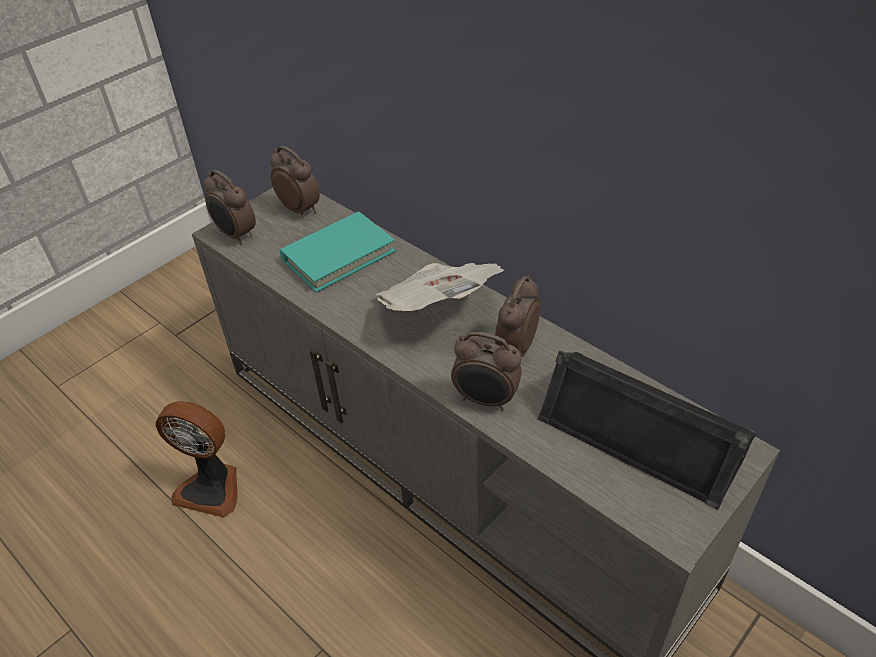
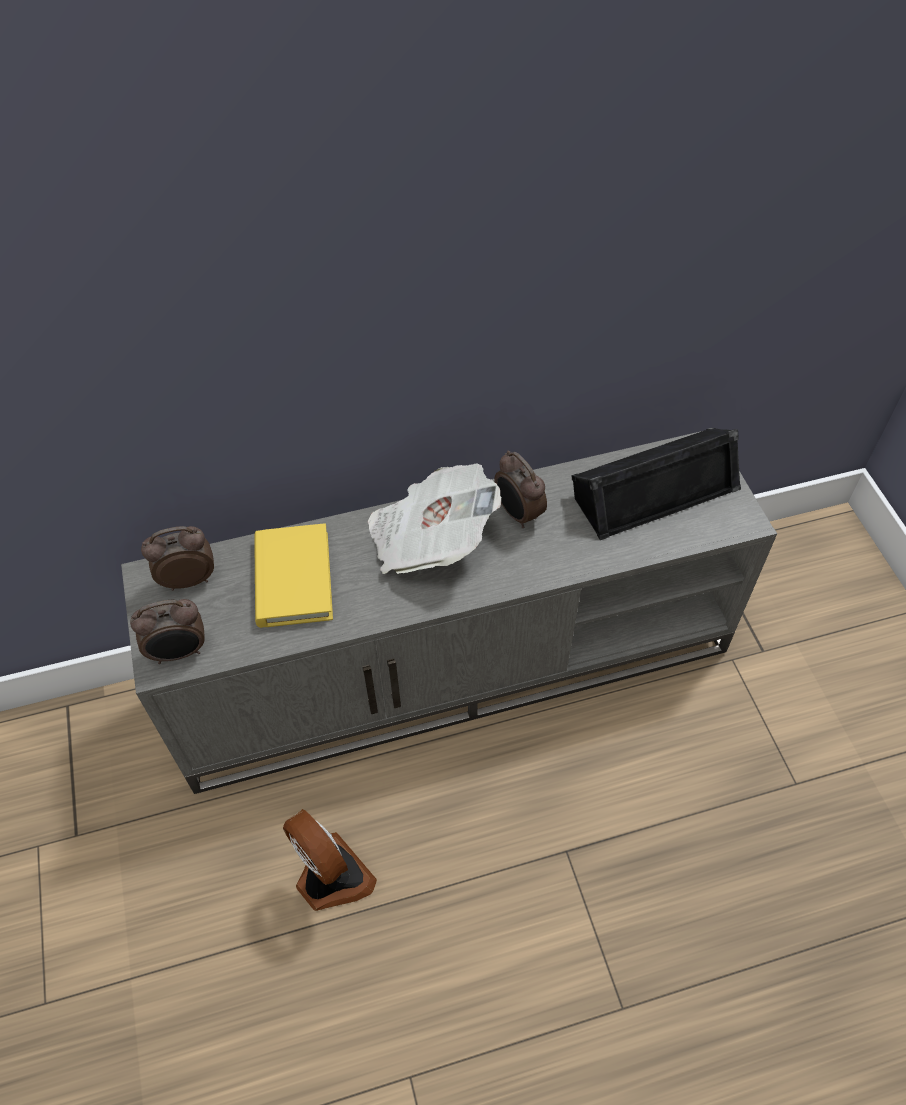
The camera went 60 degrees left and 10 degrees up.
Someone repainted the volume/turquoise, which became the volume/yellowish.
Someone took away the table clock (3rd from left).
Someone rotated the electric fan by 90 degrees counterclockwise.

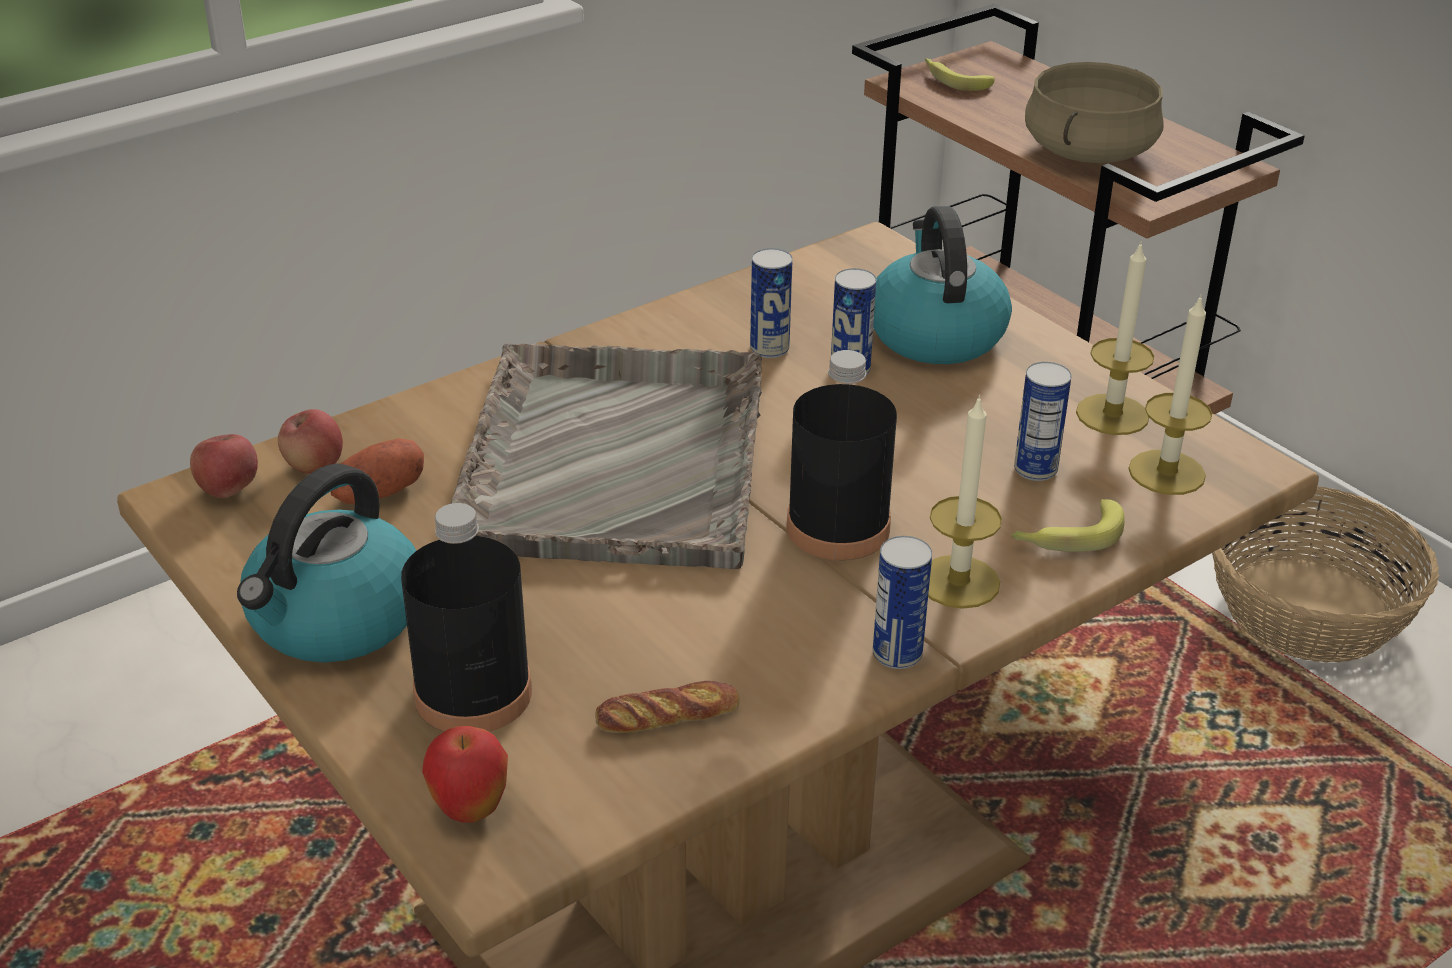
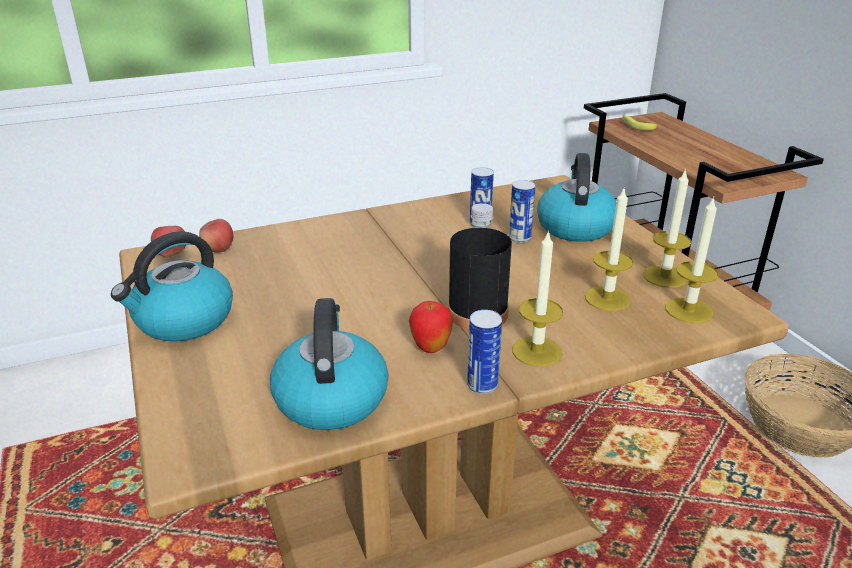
The camera went 15 degrees right and 5 degrees down.
Someone took away the stockpot/sand-coloured.
Someone took away the tray/gray.
Someone swapped the can (4th from left) for the candle (2nd from left).
Someone took away the whole potato.
Someone took away the banana (2nd from left).
Someone took away the beverage bottle/blackish (1st from left).
Someone swapped the baked bread for the water kettle (2nd from left).
Someone carried the whole apple (3rd from left).

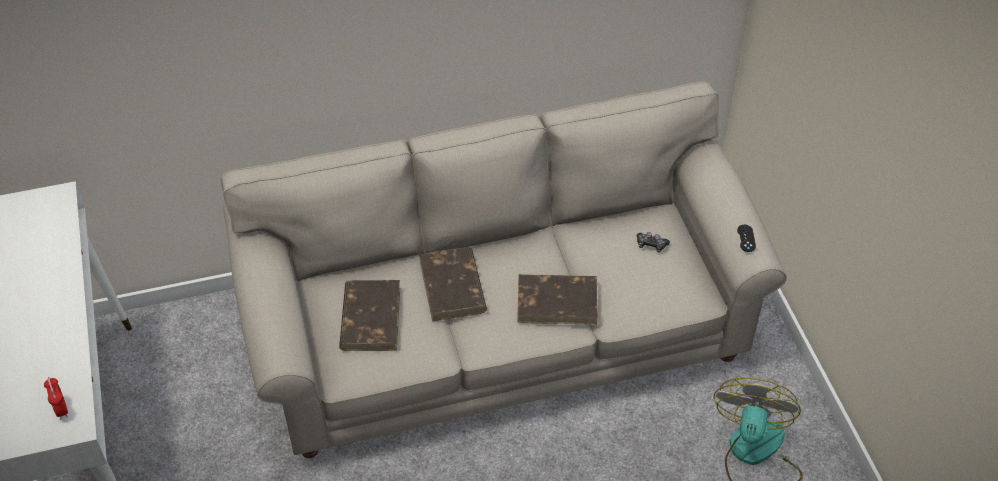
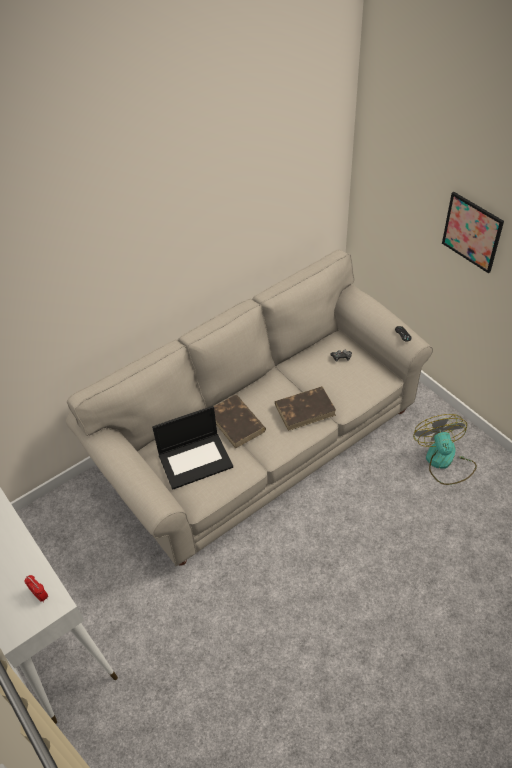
The camera went 20 degrees left and 0 degrees up.
Someone swapped the volume/brownish (1st from left) for the portable computer.
Someone put up the picture.

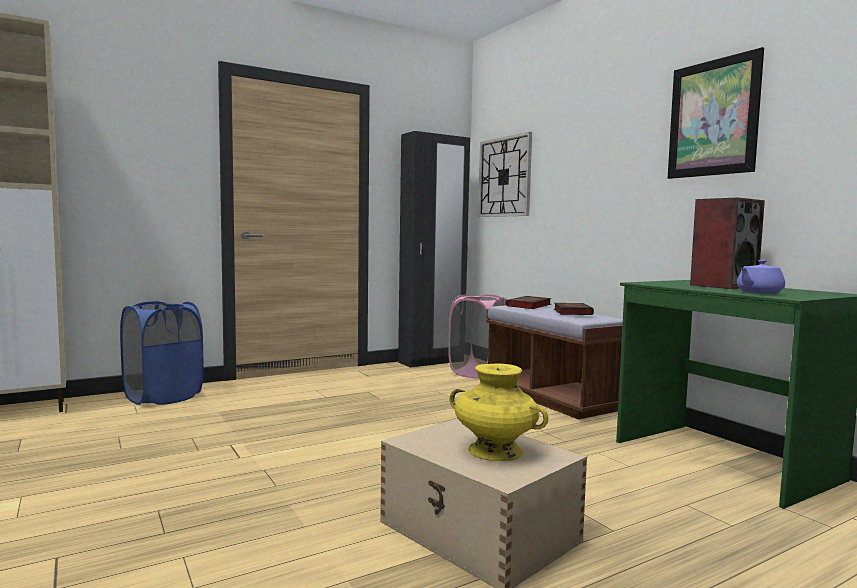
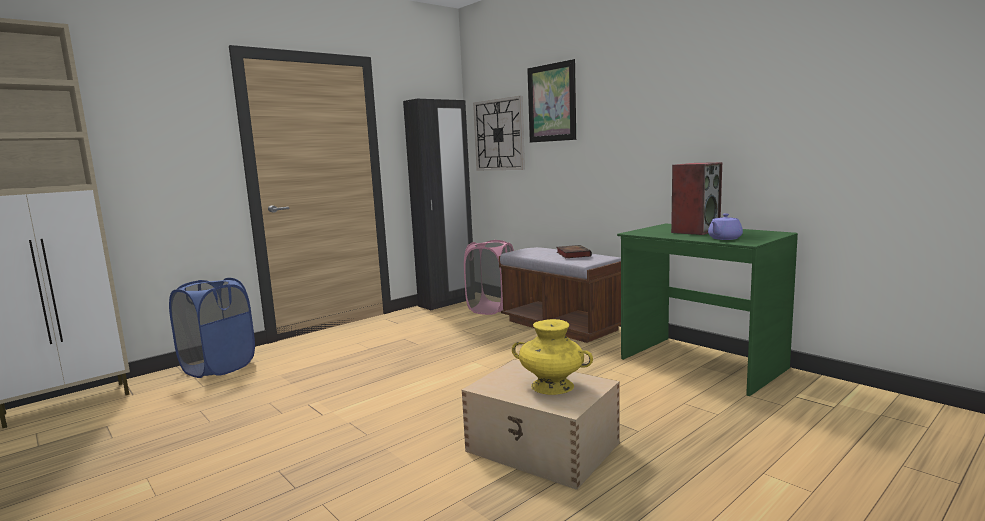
The camera went 10 degrees left and 5 degrees up.
Someone carried the picture.
Someone took away the volume (1st from left).

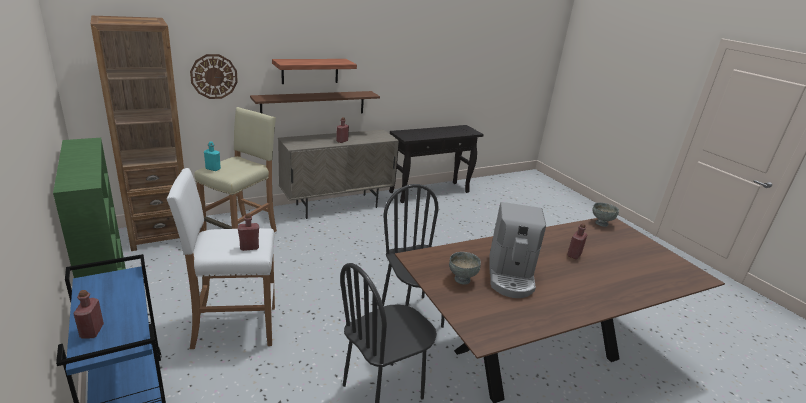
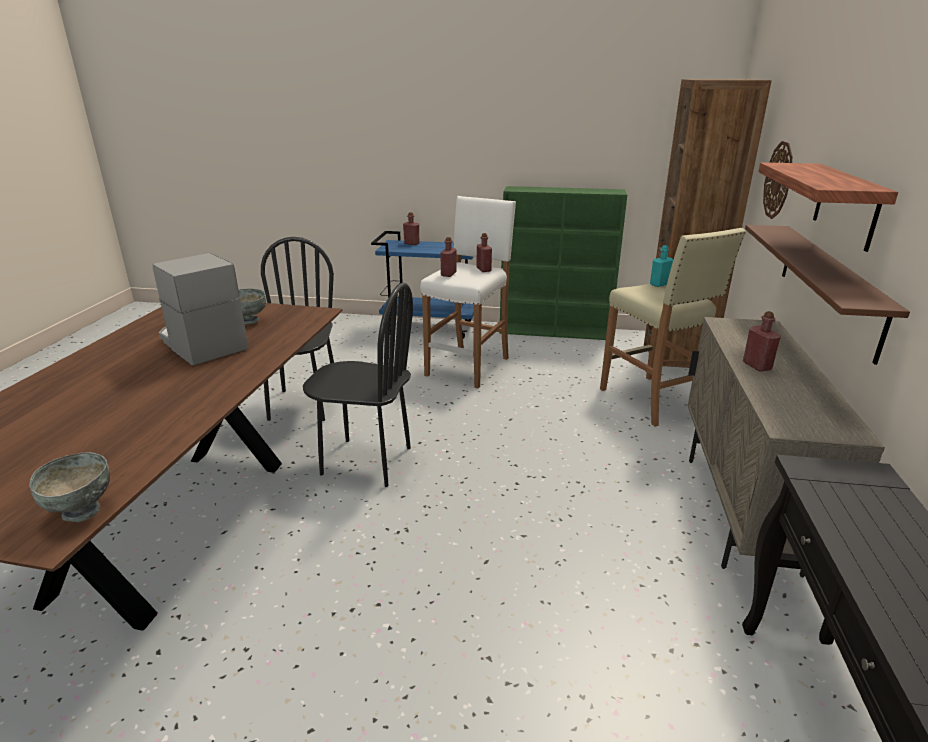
The camera went 130 degrees right and 0 degrees up.
Someone carried the beverage bottle/reddish (4th from left in the first image).

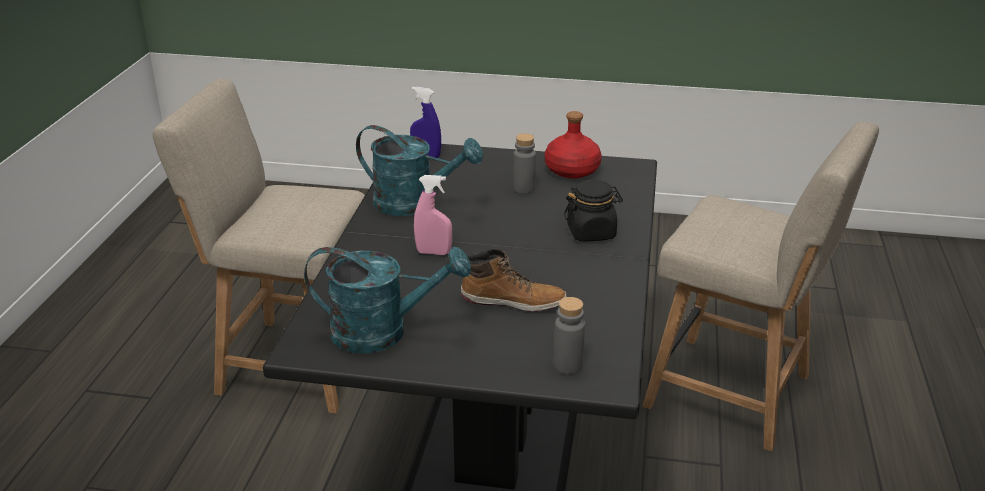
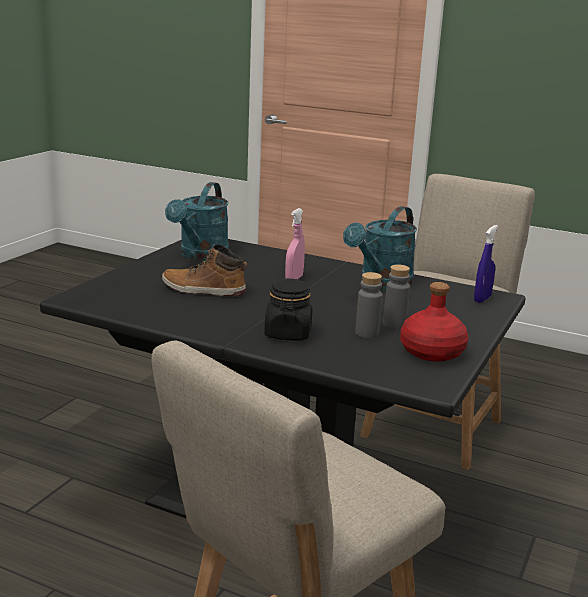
The camera went 105 degrees right and 10 degrees down.
Someone rotated the high-top boot by 75 degrees clockwise.
Someone carried the beverage bottle/gray (2nd from left in the first image).

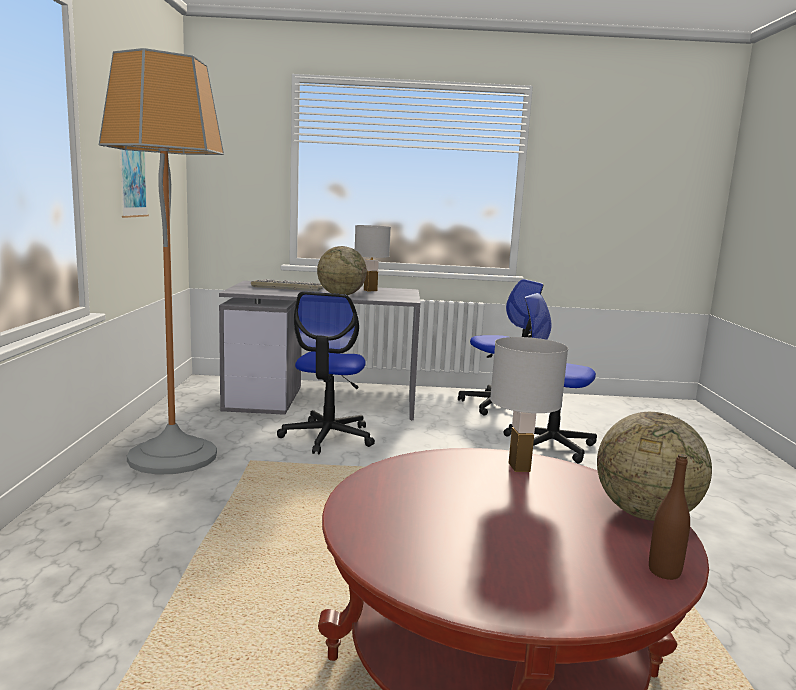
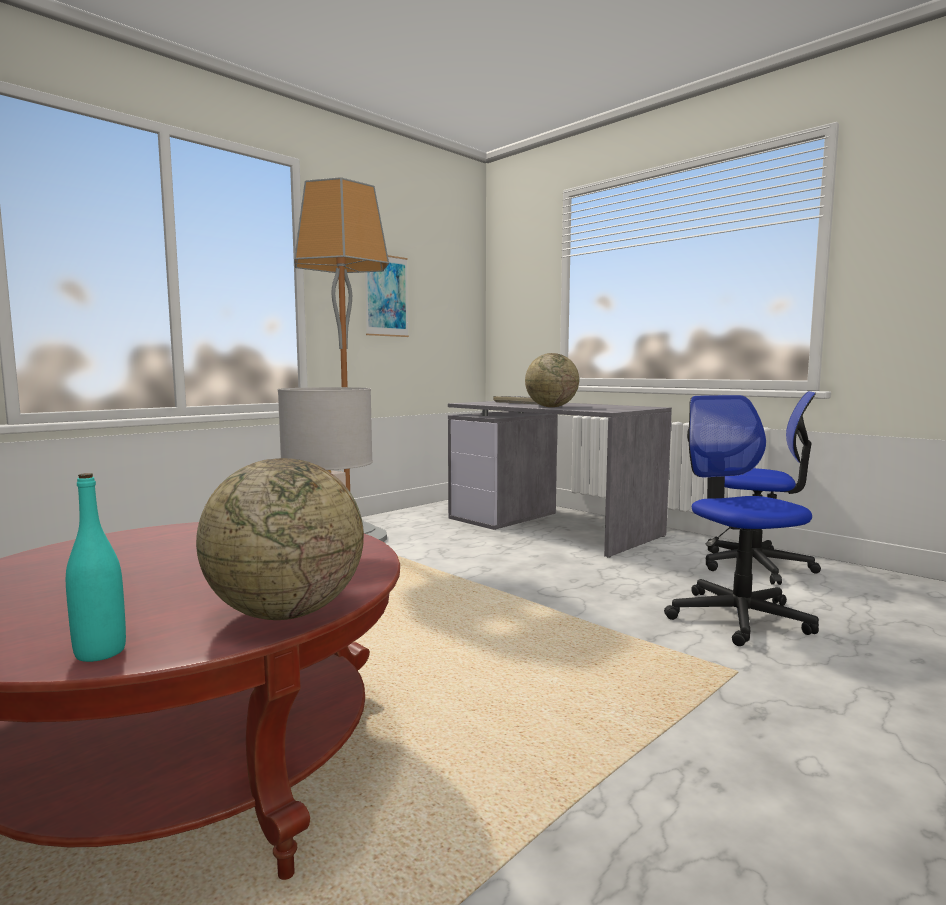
The camera went 45 degrees right and 5 degrees down.
Someone took away the tabletop lamp/white-coloured (1st from left).
Someone took away the computer chair (1st from left).
Someone repainted the beverage bottle/brownish, which became the beverage bottle/turquoise.

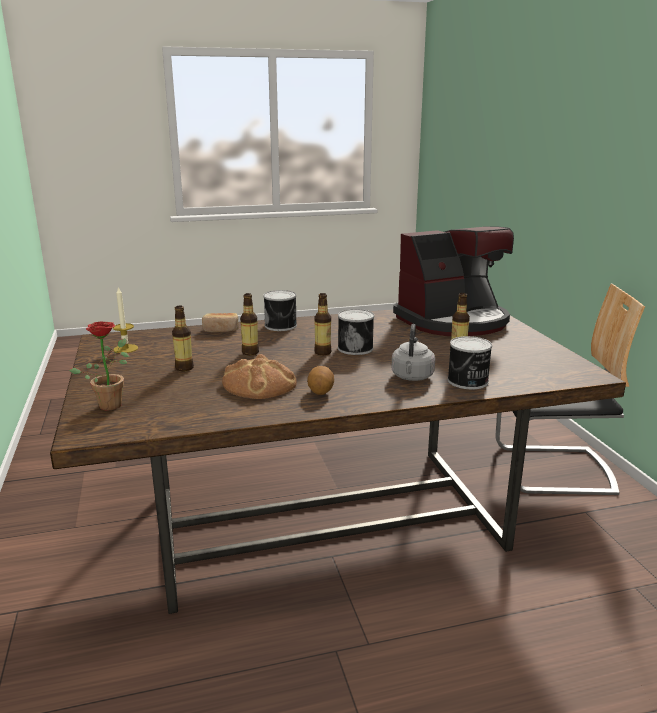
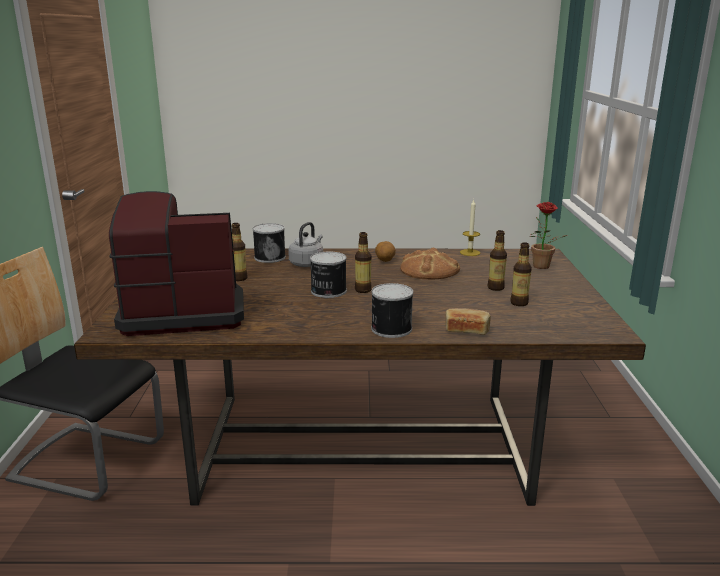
The camera went 165 degrees left and 0 degrees up.
Someone carried the candle.
Someone carried the beverage bottle (2nd from left in the first image).

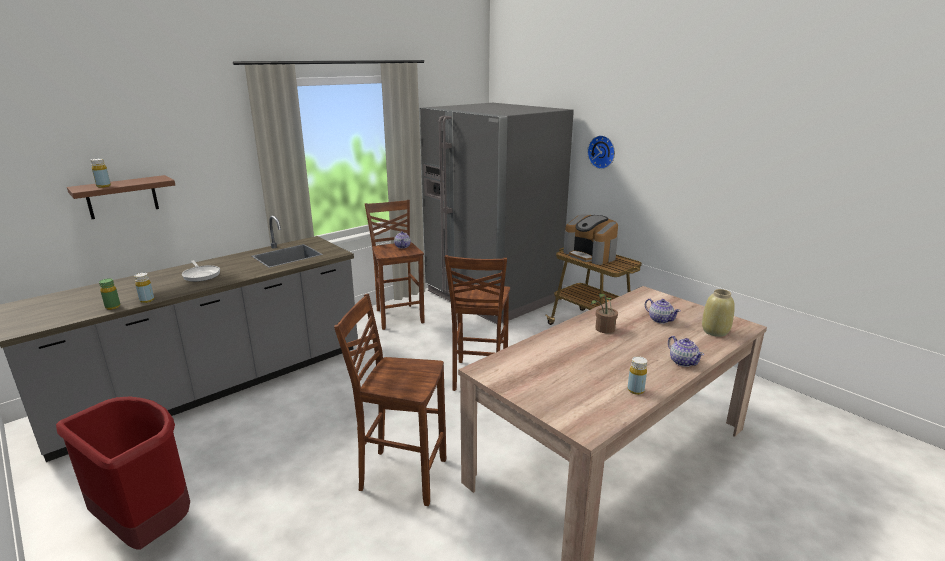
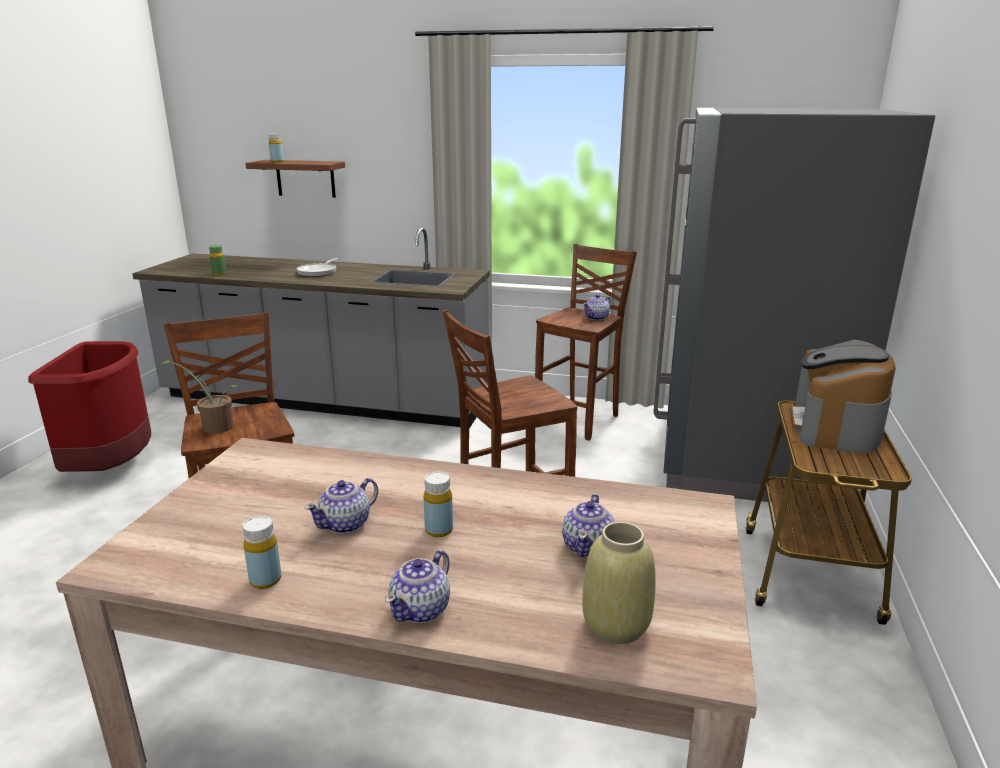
The camera went 55 degrees right and 0 degrees up.
Someone took away the hanging clock.
Someone carried the beverage bottle/yellowish (2nd from left in the first image).
Someone carried the houseplant.
Someone put down the pot for tea (1st from left).

